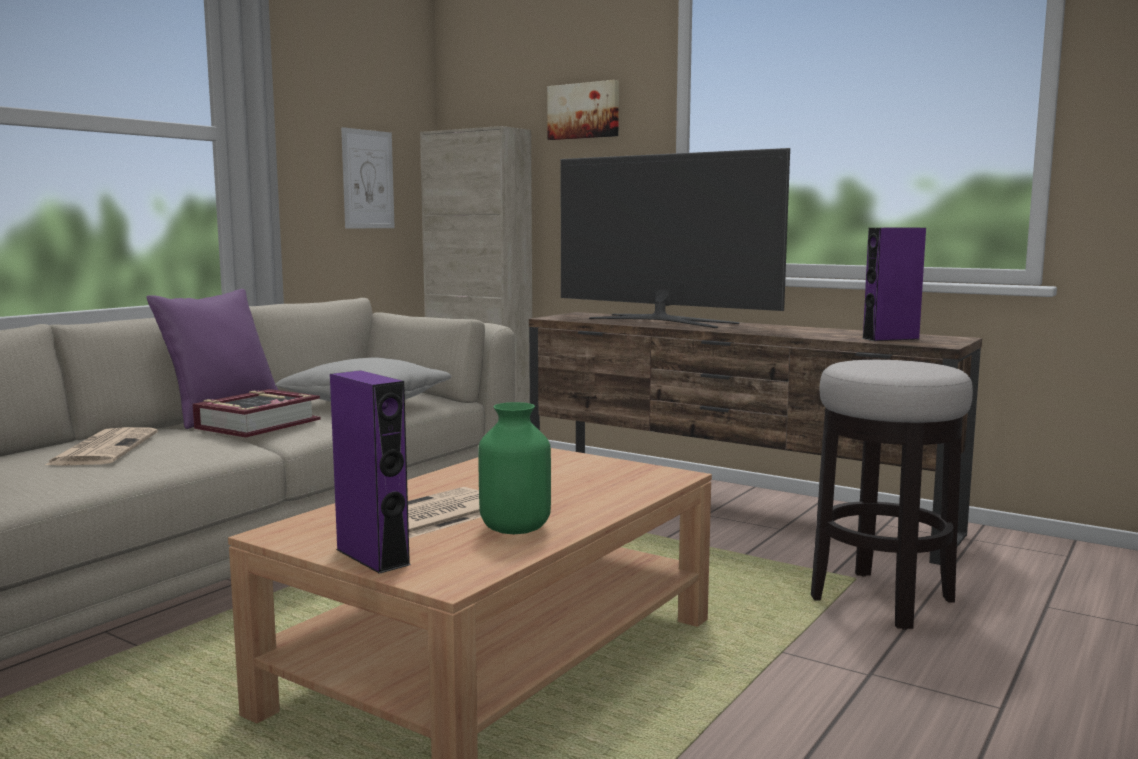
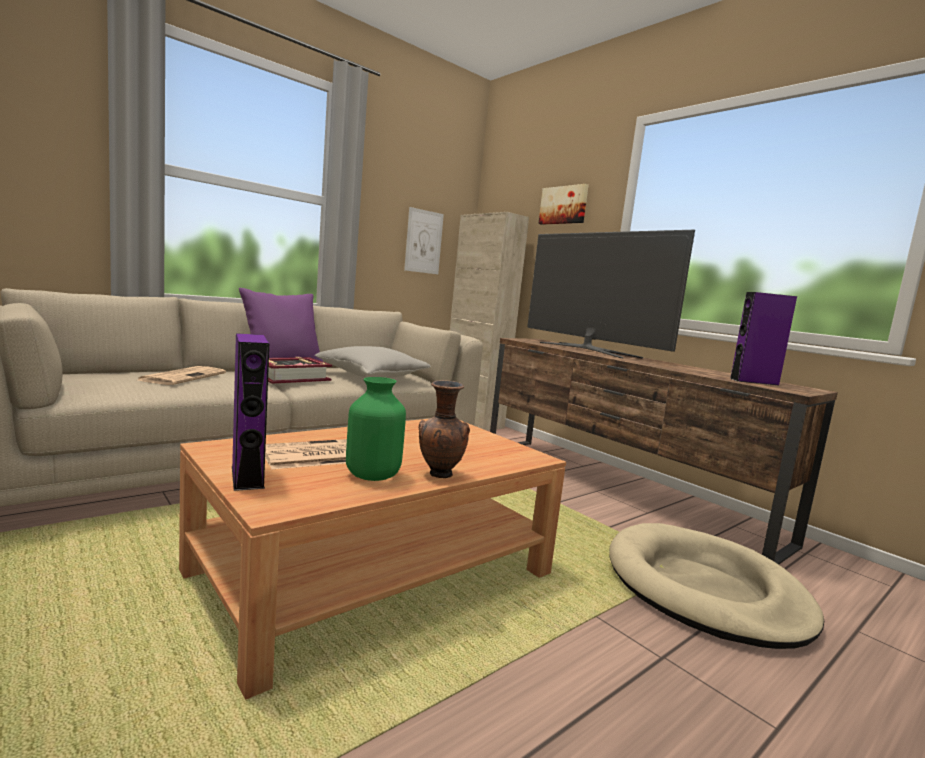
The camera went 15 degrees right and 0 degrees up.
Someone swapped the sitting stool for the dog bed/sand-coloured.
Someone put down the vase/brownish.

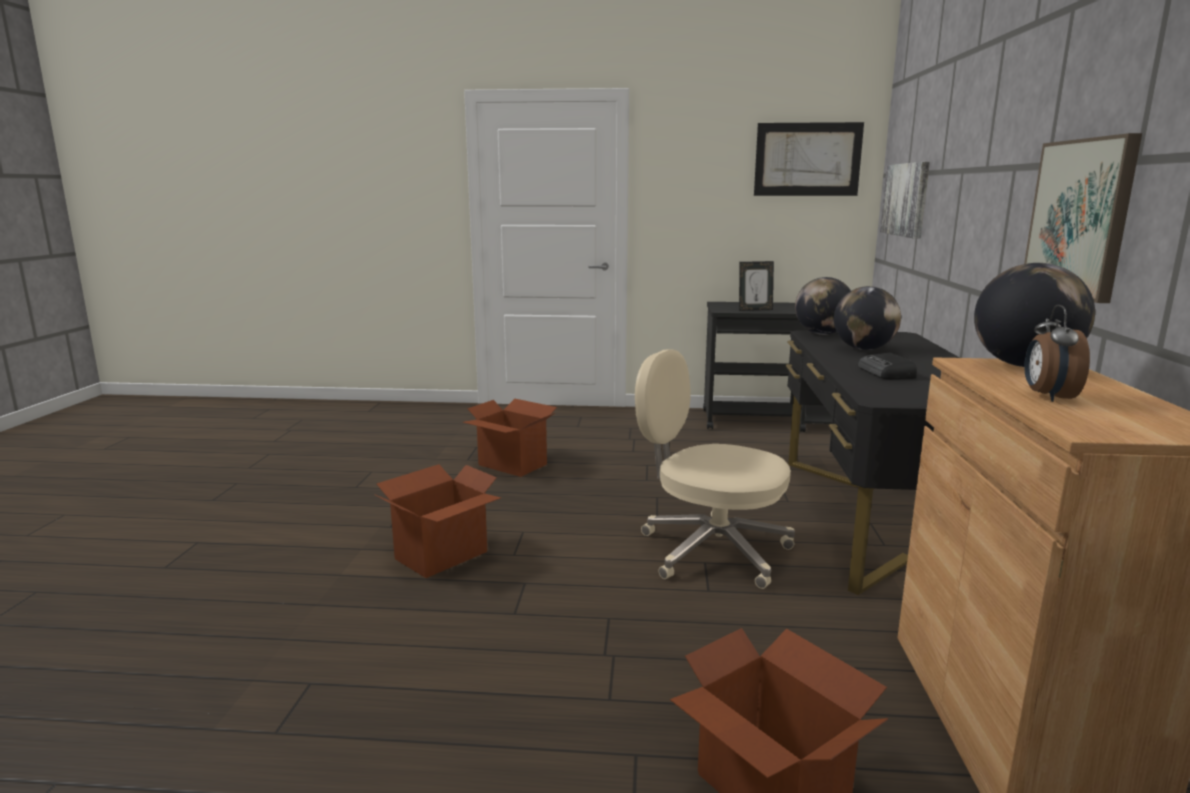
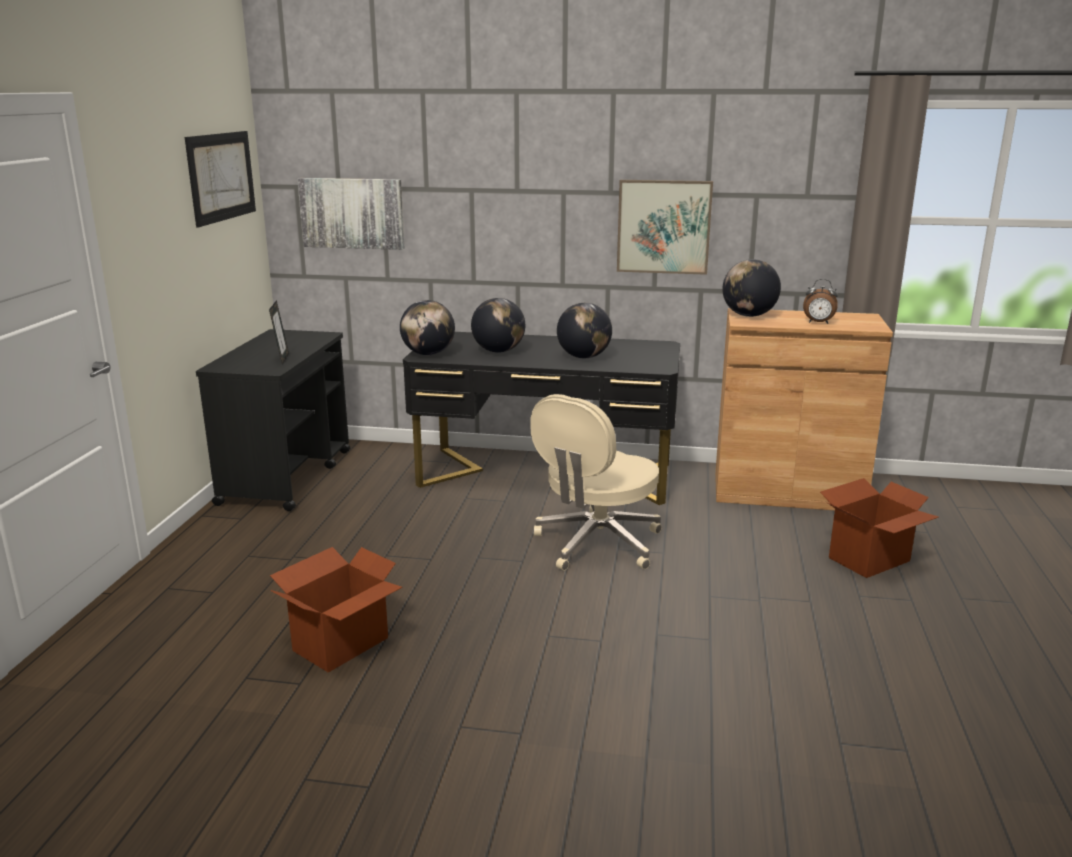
The camera went 85 degrees left and 5 degrees up.
Someone swapped the radio receiver for the globe (3rd from left).
Someone took away the carton (1st from left).

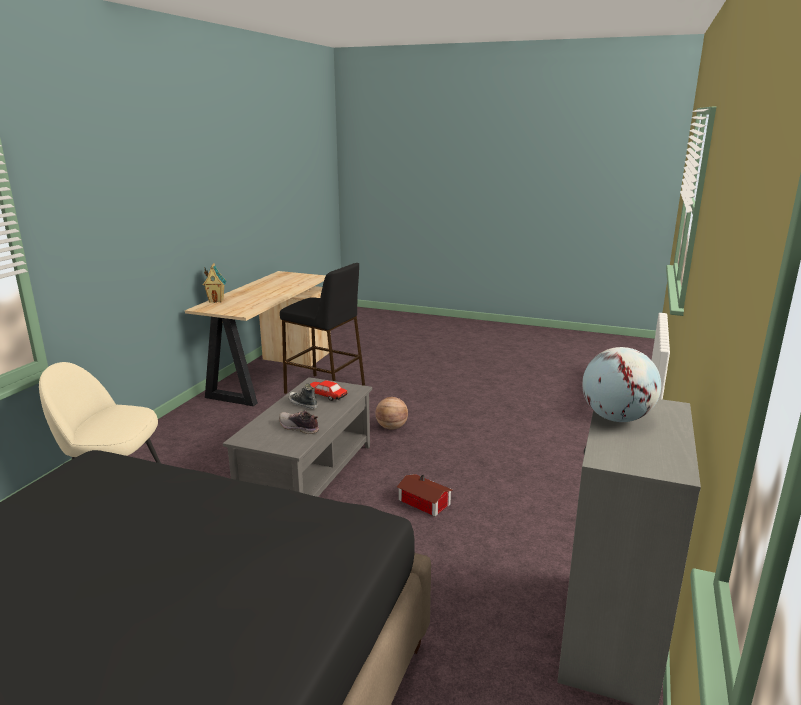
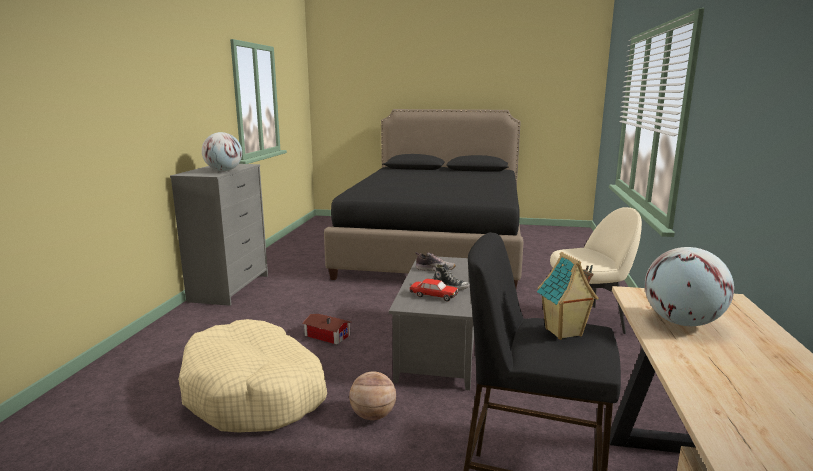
The camera went 170 degrees right and 5 degrees down.
Someone carried the miniature house (1st from left in the first image).
Someone put down the globe (2nd from left).
Someone put down the dog bed/sand-coloured.

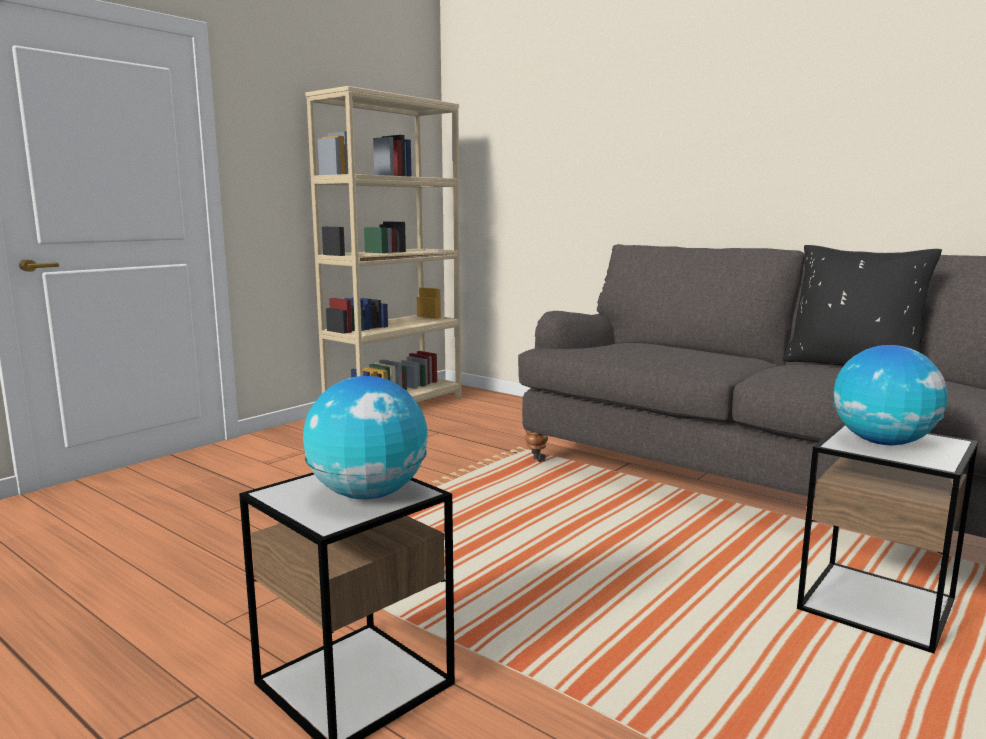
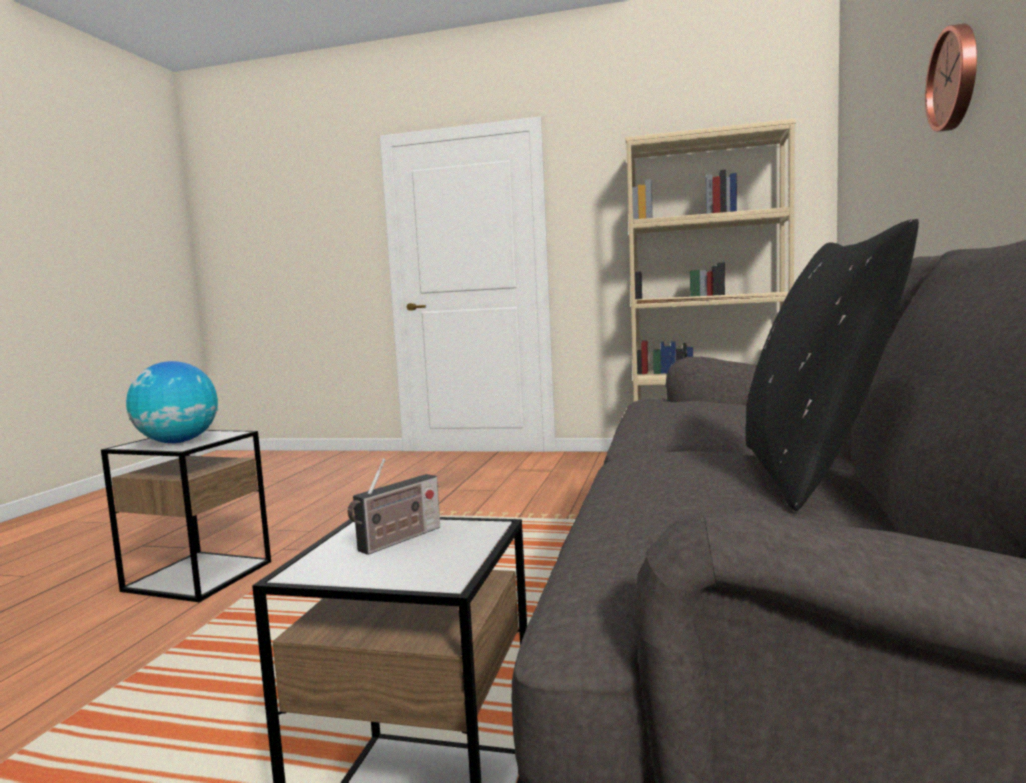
The camera went 65 degrees right and 5 degrees down.
Someone swapped the globe (2nd from left) for the radio receiver.
Someone put up the hanging clock.

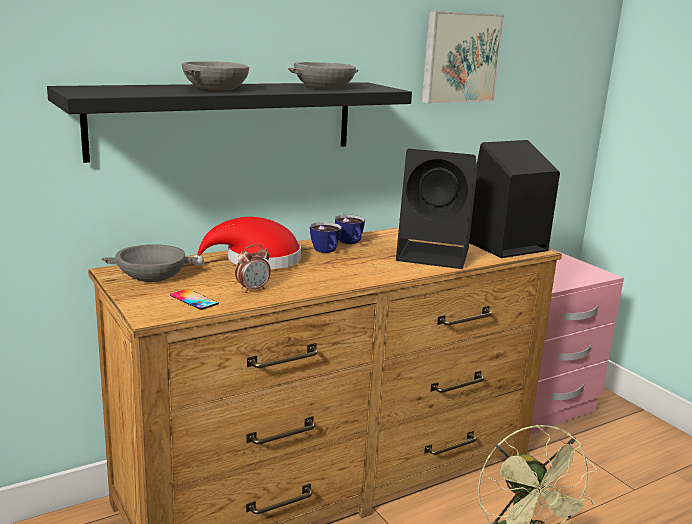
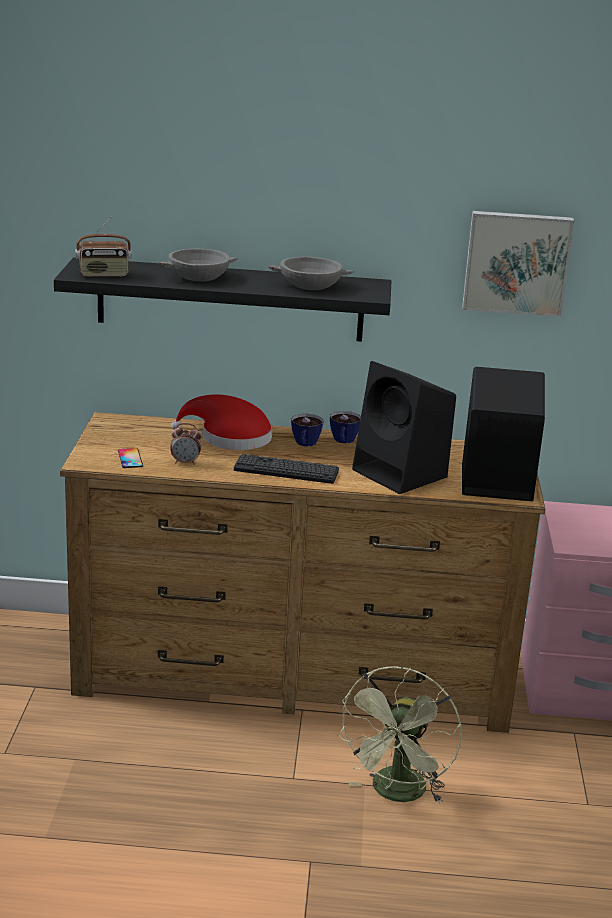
The camera went 35 degrees right and 5 degrees up.
Someone took away the deep dish/gray (1st from left).
Someone put down the radio receiver.
Someone put down the keyboard.

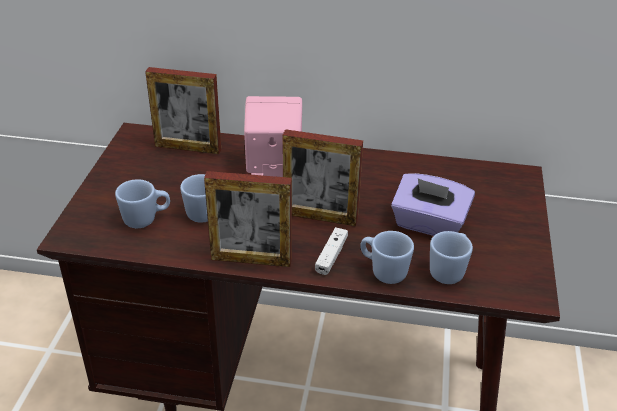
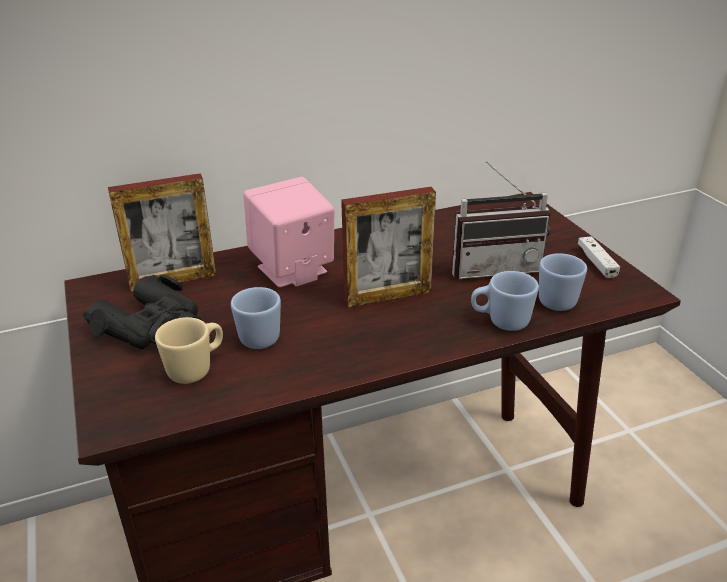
The camera went 30 degrees left and 5 degrees down.
Someone took away the photo frame (2nd from left).
Someone swapped the tissue box/purple for the radio receiver.
Someone repainted the tea mug/bluish (1st from left), which became the tea mug/sand-coloured.
Someone carried the gamepad/white-coloured.
Someone put down the field glasses/blackish.

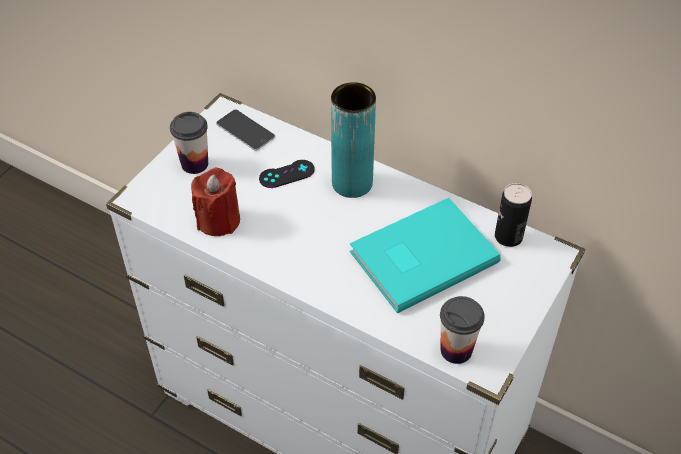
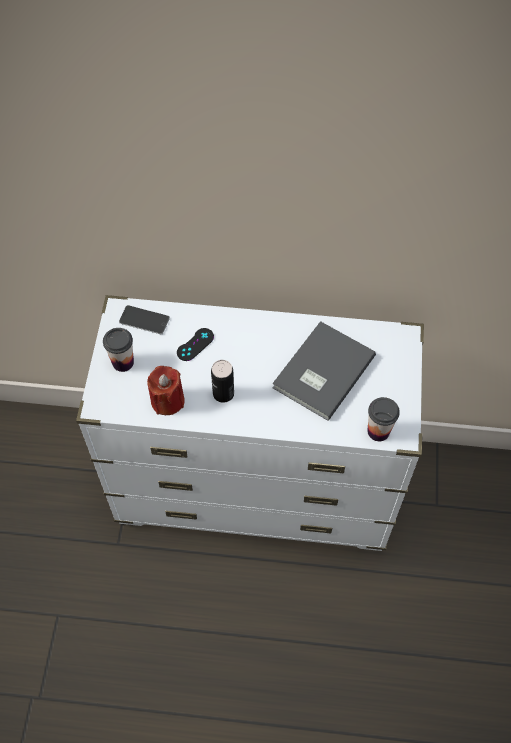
The camera went 25 degrees left and 10 degrees up.
Someone took away the vase/turquoise.
Someone carried the can.
Someone repainted the volume/turquoise, which became the volume/gray.

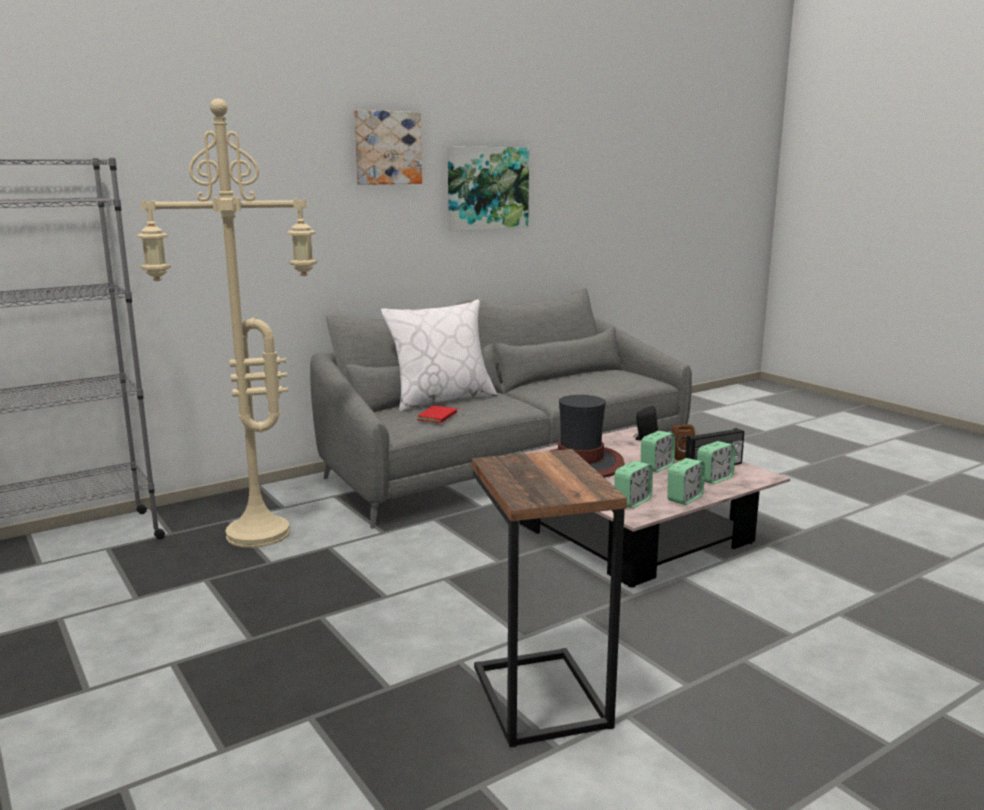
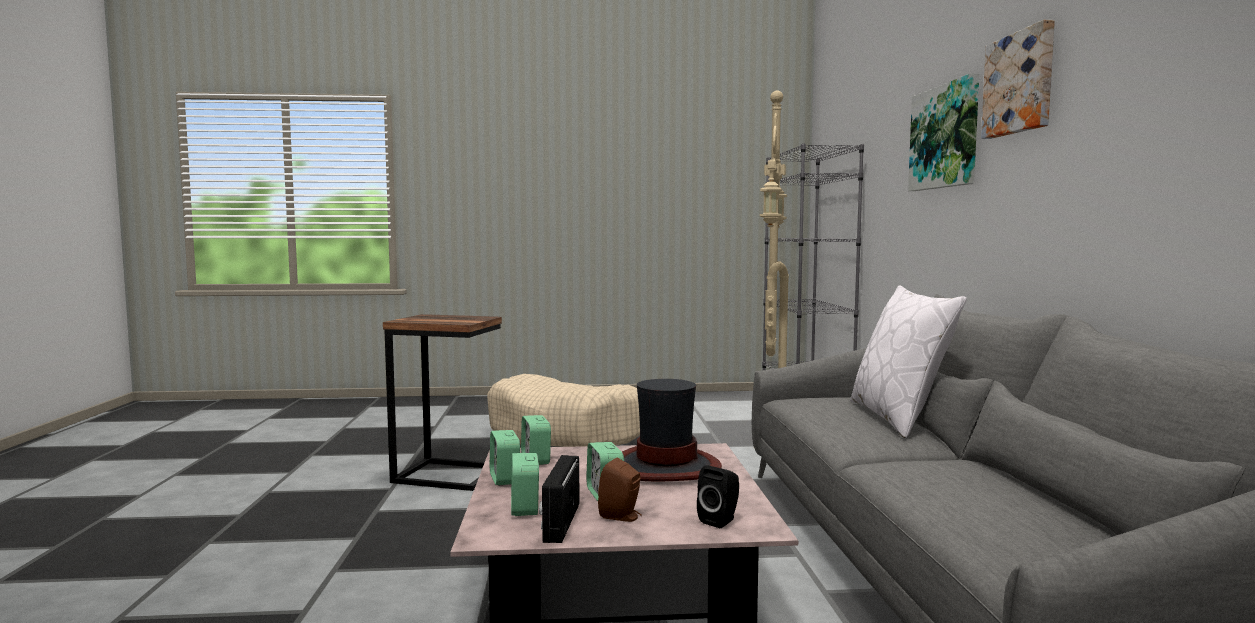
The camera went 120 degrees right and 10 degrees down.
Someone carried the picture (2nd from left in the first image).
Someone took away the volume/reddish.
Someone put down the dog bed/sand-coloured.

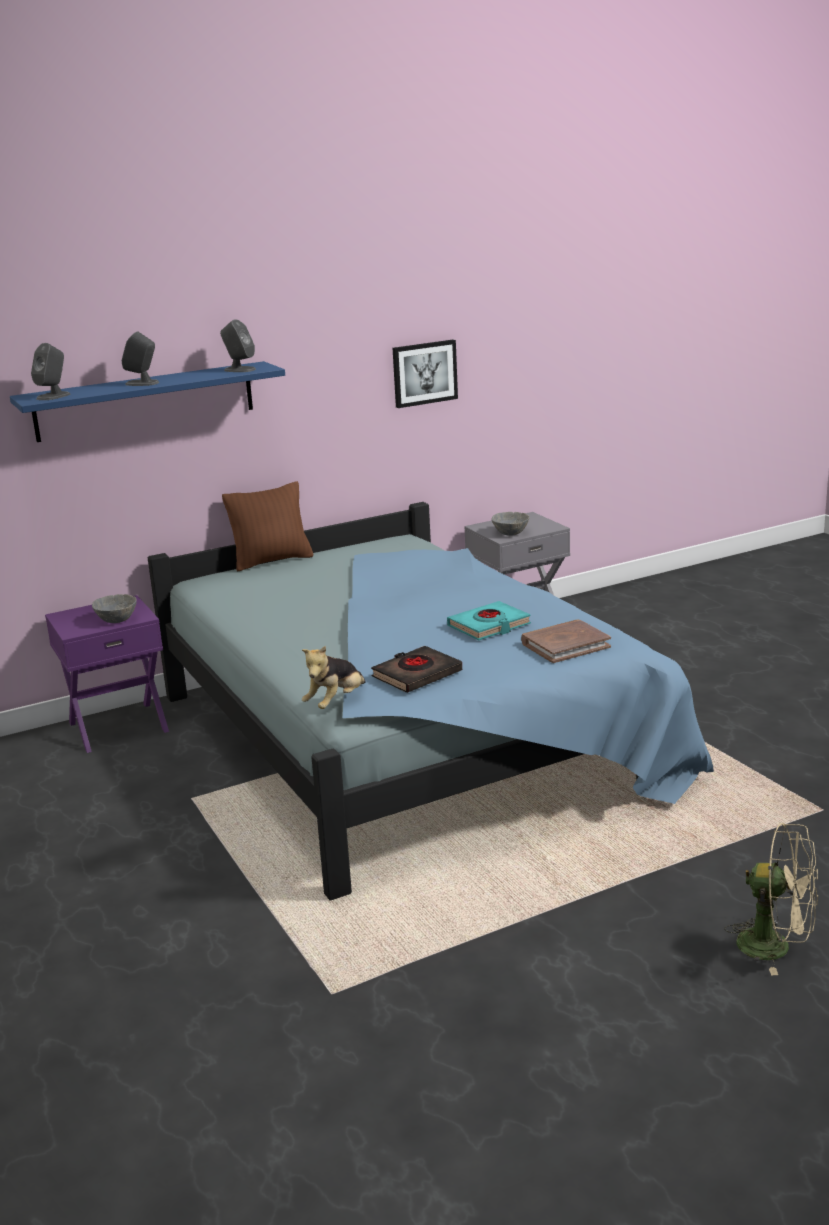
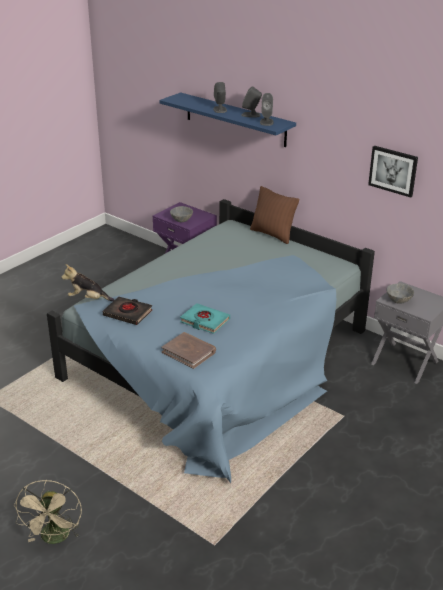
The camera went 65 degrees right and 10 degrees up.
Someone carried the speaker/gray (1st from left in the first image).

